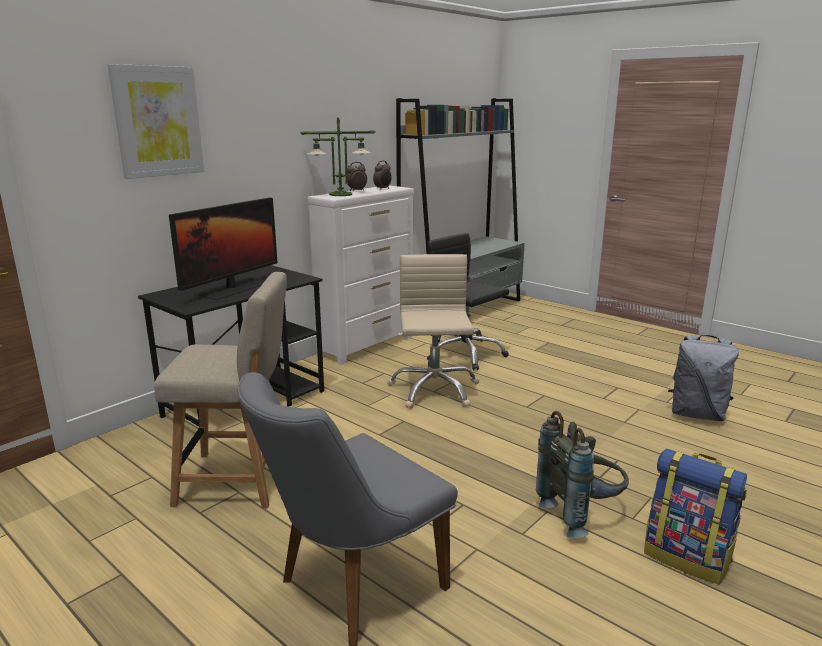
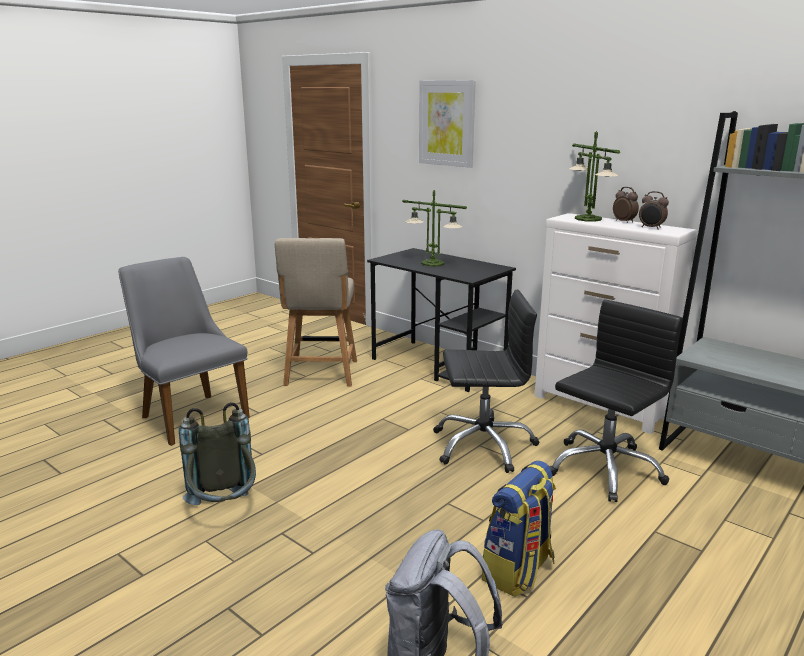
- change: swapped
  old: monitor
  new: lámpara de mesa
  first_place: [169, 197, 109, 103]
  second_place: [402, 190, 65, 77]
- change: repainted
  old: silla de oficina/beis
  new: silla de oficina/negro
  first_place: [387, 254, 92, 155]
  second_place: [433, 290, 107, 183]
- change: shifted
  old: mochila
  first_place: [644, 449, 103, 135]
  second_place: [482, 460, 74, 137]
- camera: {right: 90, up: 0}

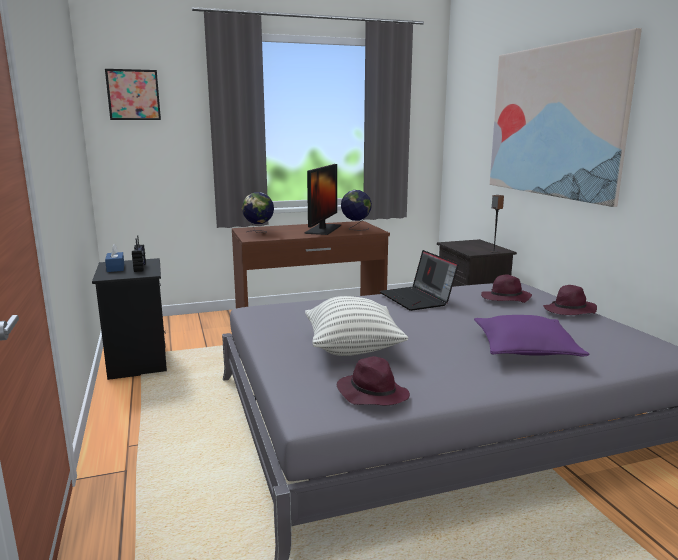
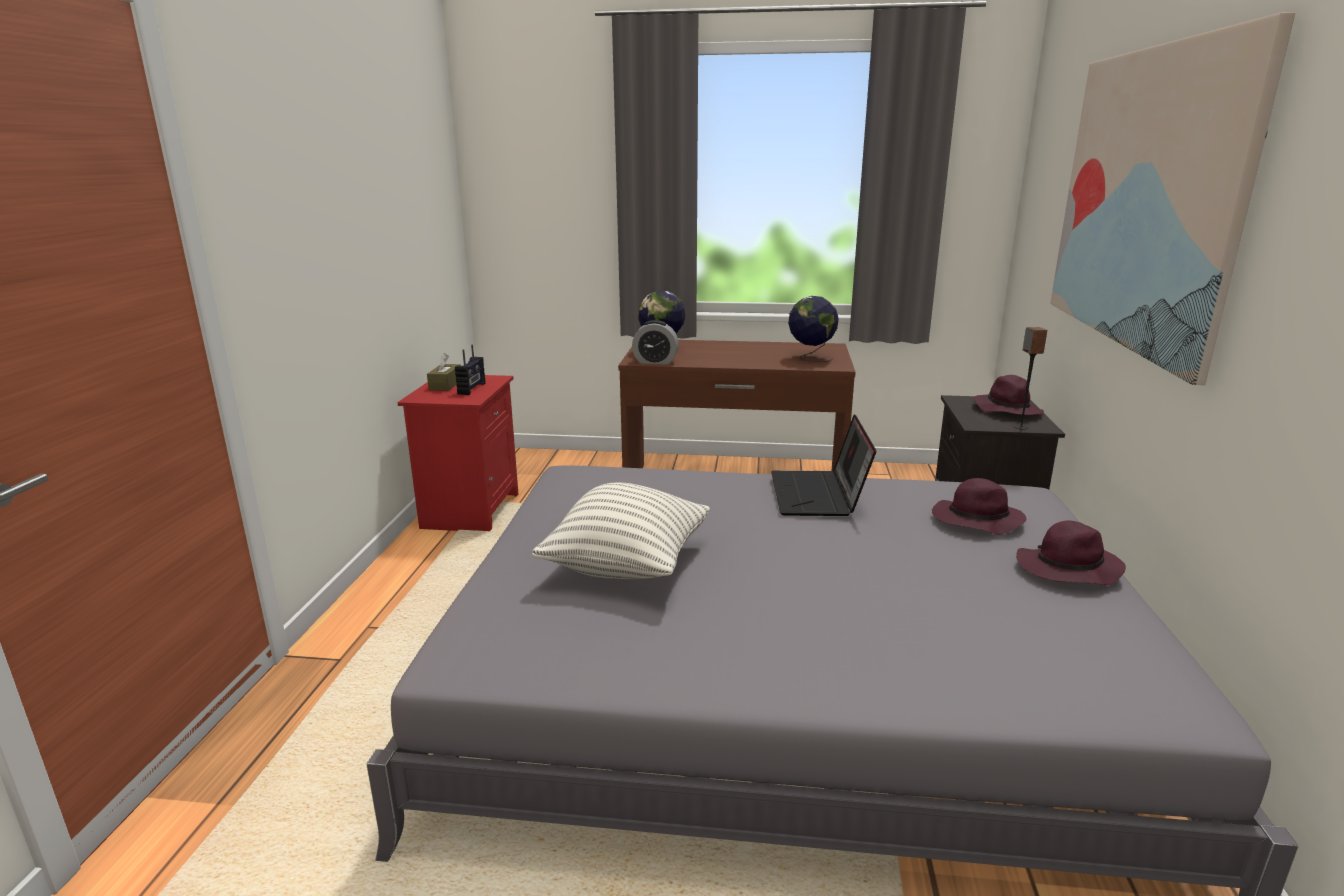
- change: repainted
  old: mesita de noche/negro
  new: mesita de noche/rojo
  first_place: [92, 258, 75, 122]
  second_place: [398, 375, 120, 156]
- change: repainted
  old: caja de pañuelos/azul
  new: caja de pañuelos/marrón
  first_place: [105, 244, 19, 28]
  second_place: [427, 353, 34, 38]
- change: new
  new: despertador
  second_place: [632, 320, 47, 44]
- change: shifted
  old: sombrero/morado
  first_place: [337, 356, 73, 49]
  second_place: [973, 375, 71, 40]
- change: gone
  old: cuadro
  first_place: [105, 69, 56, 51]
- change: gone
  old: monitor
  first_place: [305, 164, 36, 71]
- change: gone
  old: cojín/morado
  first_place: [474, 315, 115, 41]
- camera: {right: 25, up: 5}

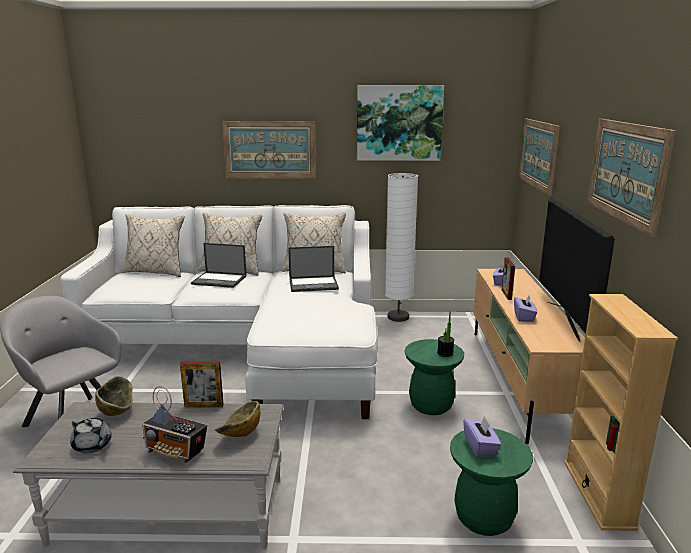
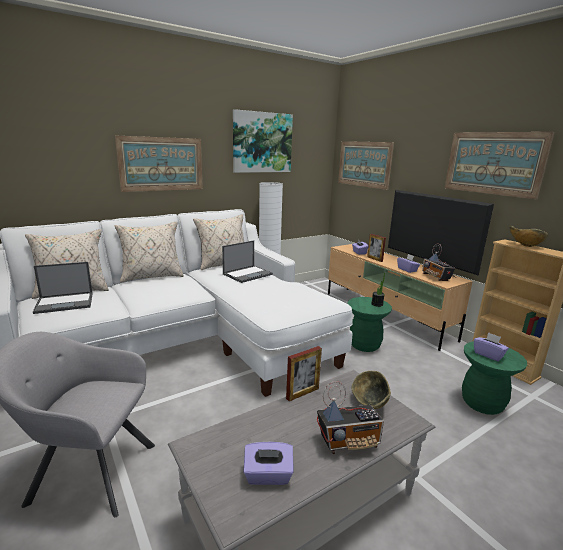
- change: shifted
  old: portátil
  first_place: [191, 243, 56, 45]
  second_place: [33, 262, 60, 52]
- change: swapped
  old: tetera/gris
  new: caja de pañuelos/morado
  first_place: [70, 418, 42, 35]
  second_place: [244, 442, 50, 43]
- change: new
  new: radio
  second_place: [422, 243, 33, 38]
- change: shifted
  old: cuenco
  first_place: [95, 376, 38, 40]
  second_place: [510, 226, 38, 21]
- camera: {right: -35, up: 0}

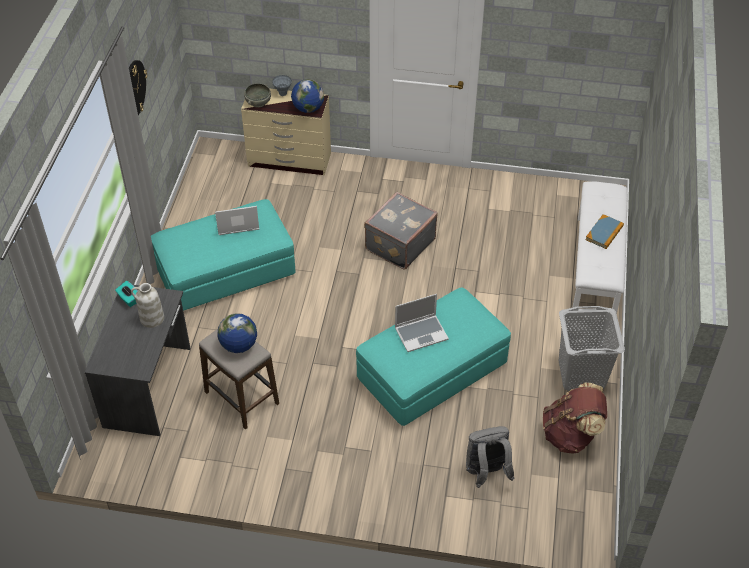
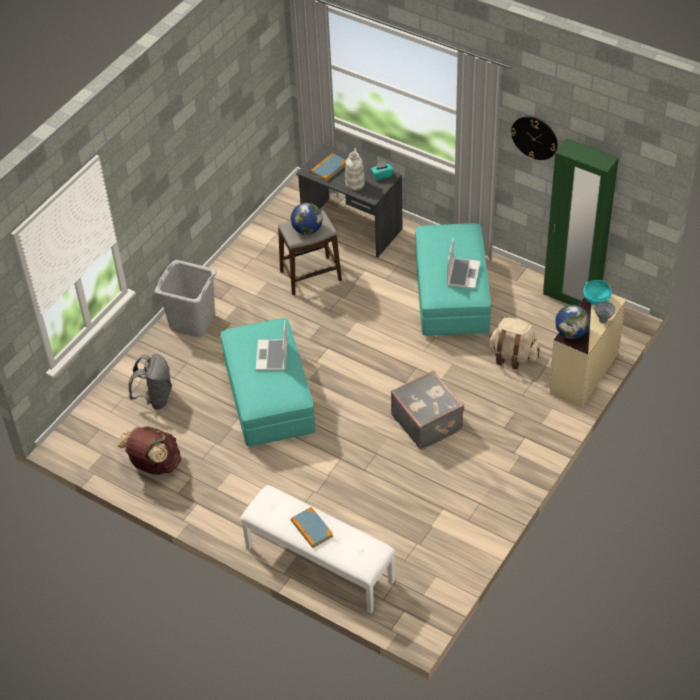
- change: shifted
  old: cesto de la ropa/gris
  first_place: [559, 306, 66, 85]
  second_place: [155, 260, 62, 77]
- change: new
  new: libro
  second_place: [310, 153, 36, 29]
- change: new
  new: mochila/beis
  second_place: [489, 318, 51, 51]
- change: new
  new: armario ropero/verde
  second_place: [543, 138, 76, 167]
- change: repainted
  old: cuenco/gris
  new: cuenco/turquesa
  first_place: [244, 83, 27, 25]
  second_place: [583, 280, 28, 25]
- camera: {right: 115, up: 0}

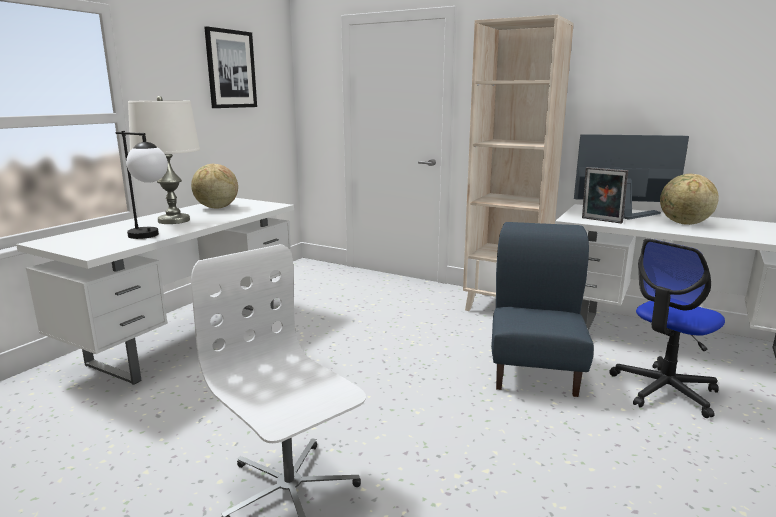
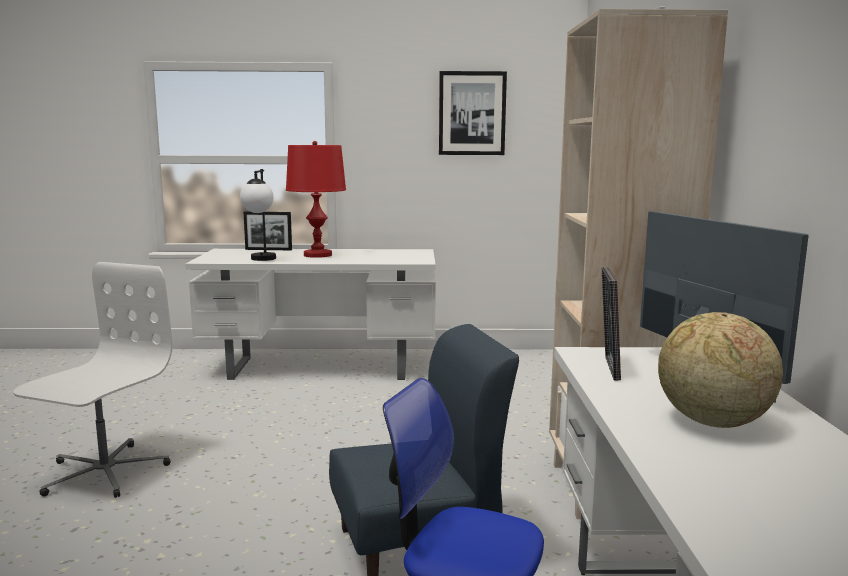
- change: new
  new: portarretratos
  second_place: [244, 212, 48, 38]
- change: repainted
  old: lámpara de mesa/blanco
  new: lámpara de mesa/rojo
  first_place: [128, 96, 72, 128]
  second_place: [286, 141, 60, 117]
- change: gone
  old: globo terráqueo
  first_place: [191, 164, 47, 44]
- camera: {right: 60, up: -5}

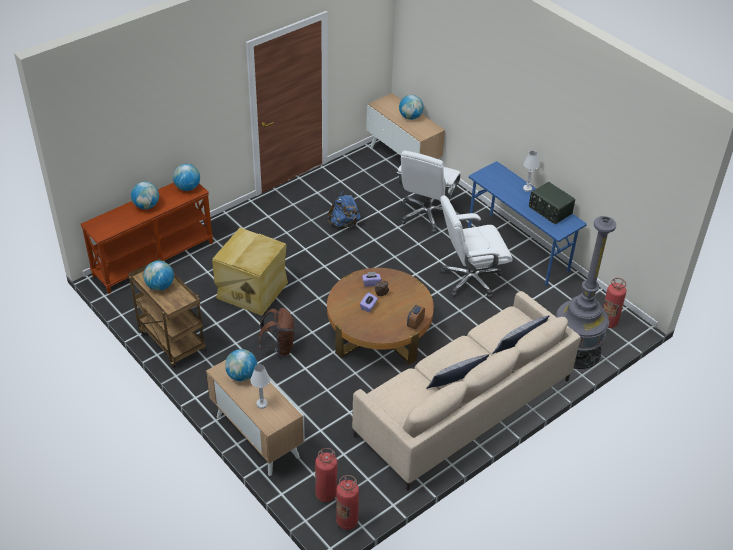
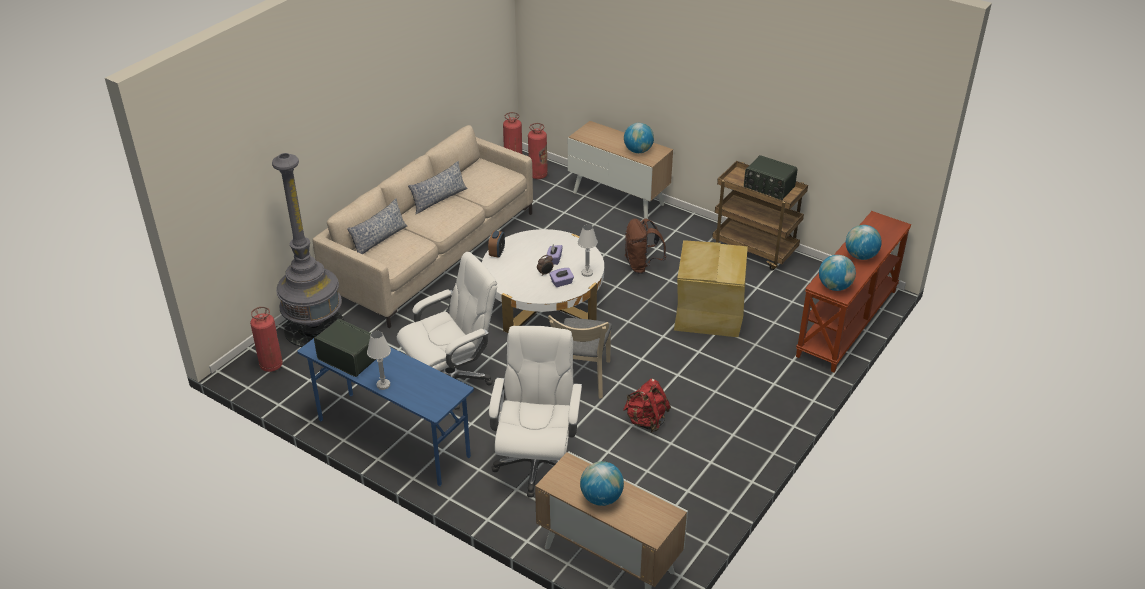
- change: repainted
  old: mesa de centro/marrón
  new: mesa de centro/blanco
  first_place: [327, 268, 107, 97]
  second_place: [482, 229, 122, 104]
- change: new
  new: silla/beis
  second_place: [548, 315, 64, 84]
- change: shifted
  old: lámpara de mesa/blanco
  first_place: [250, 364, 20, 45]
  second_place: [578, 224, 20, 53]
- change: repainted
  old: mochila/azul
  new: mochila/rojo
  first_place: [327, 191, 34, 37]
  second_place: [623, 379, 48, 54]
- change: swapped
  old: globo terráqueo
  new: radio
  first_place: [143, 261, 31, 30]
  second_place: [744, 155, 53, 45]
- camera: {right: 165, up: -5}

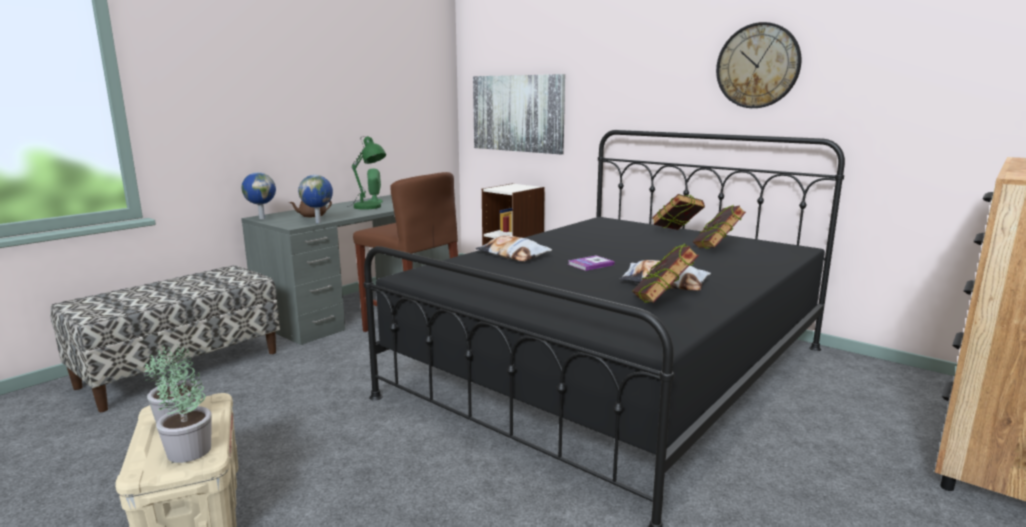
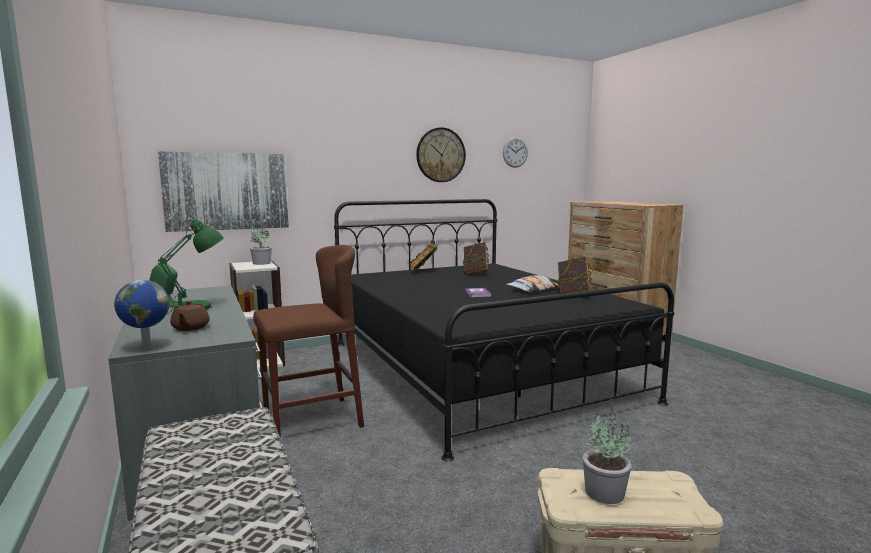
- change: shifted
  old: planta en maceta
  first_place: [156, 365, 56, 98]
  second_place: [250, 227, 22, 38]
- change: new
  new: reloj de pared
  second_place: [503, 137, 25, 31]
- change: gone
  old: globo terráqueo
  first_place: [298, 175, 35, 48]
- change: gone
  old: cojín
  first_place: [475, 235, 77, 26]
- camera: {right: -65, up: -5}

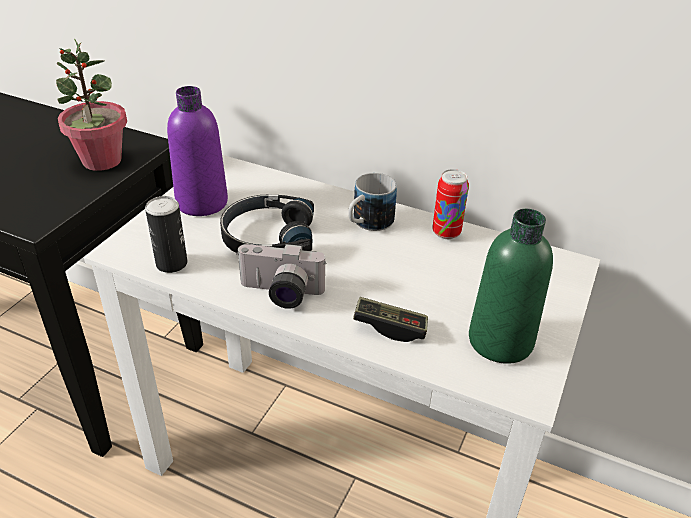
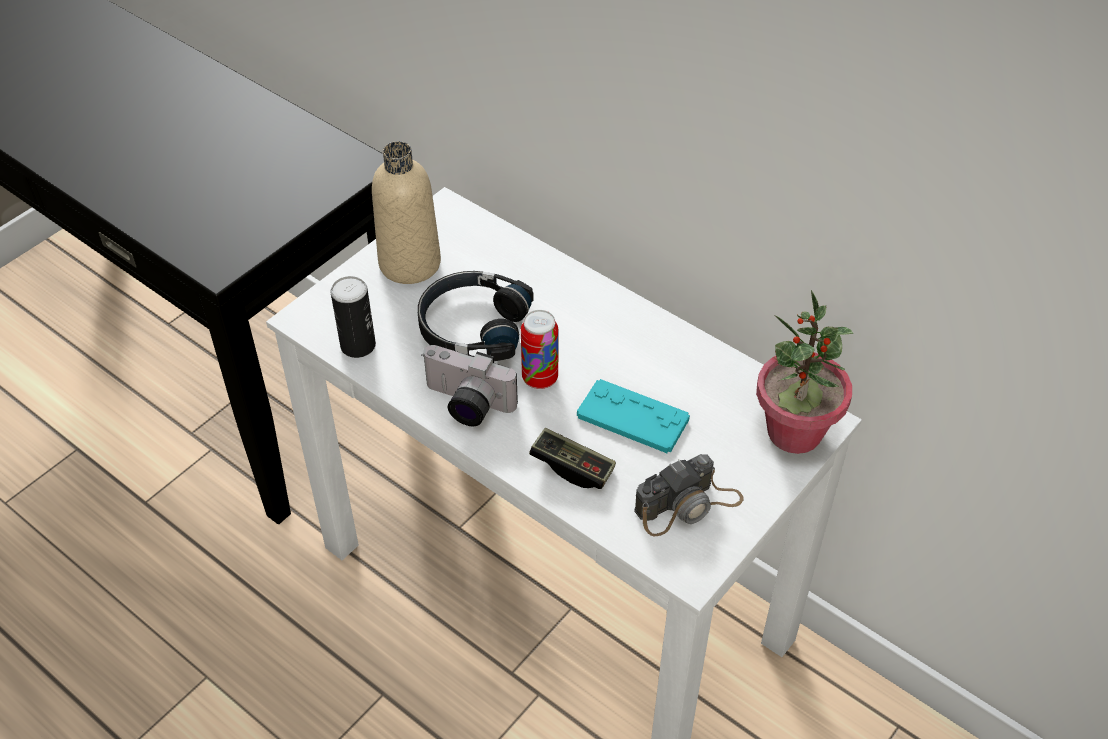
- change: repainted
  old: botella/morado
  new: botella/beis
  first_place: [167, 86, 61, 130]
  second_place: [372, 141, 69, 143]
- change: shifted
  old: lata
  first_place: [432, 169, 37, 70]
  second_place: [521, 310, 37, 79]
- change: new
  new: mando de consola/turquesa
  second_place: [577, 379, 113, 74]
- change: swapped
  old: botella/verde
  new: cámara
  first_place: [469, 209, 84, 155]
  second_place: [634, 454, 110, 83]
- change: shifted
  old: planta en maceta
  first_place: [56, 38, 71, 133]
  second_place: [756, 290, 97, 164]
- change: gone
  old: taza grande
  first_place: [348, 173, 49, 58]
- camera: {right: 15, up: 10}

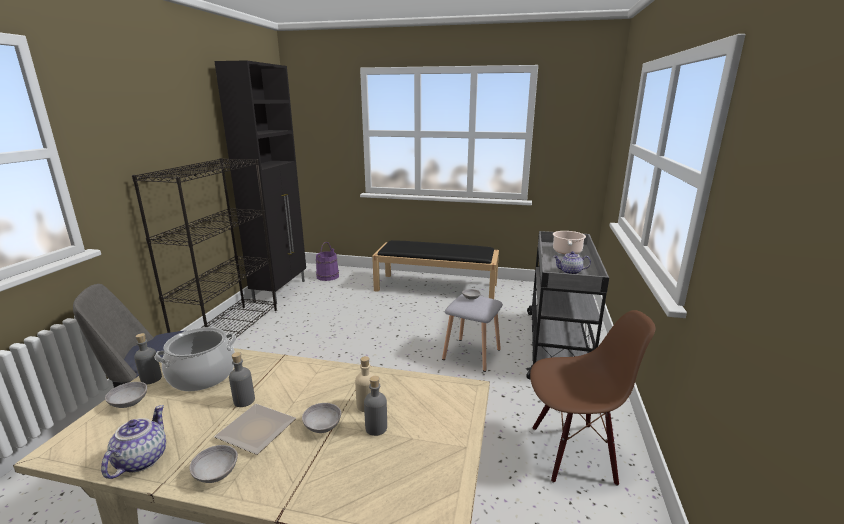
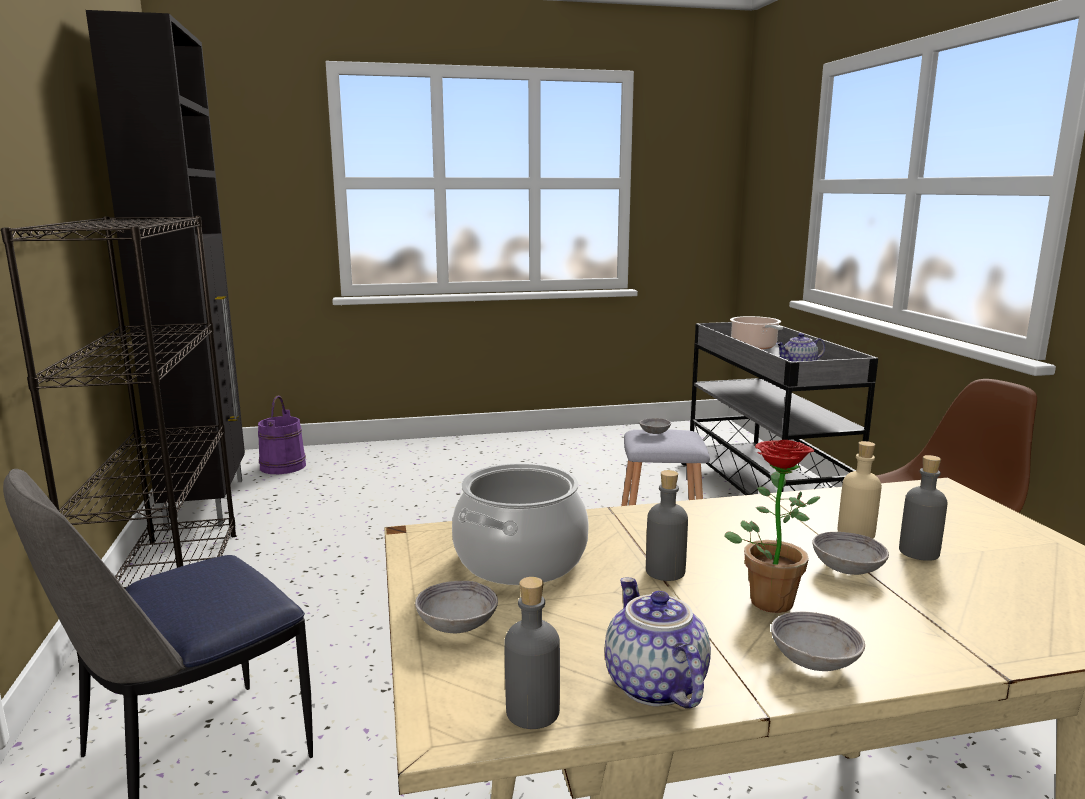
- change: shifted
  old: botella/gris
  first_place: [134, 333, 28, 51]
  second_place: [505, 577, 55, 152]
- change: swapped
  old: plato
  new: planta en maceta
  first_place: [214, 404, 82, 51]
  second_place: [724, 440, 97, 173]
- change: gone
  old: banco/negro
  first_place: [372, 240, 127, 59]
- camera: {right: -25, up: -5}

